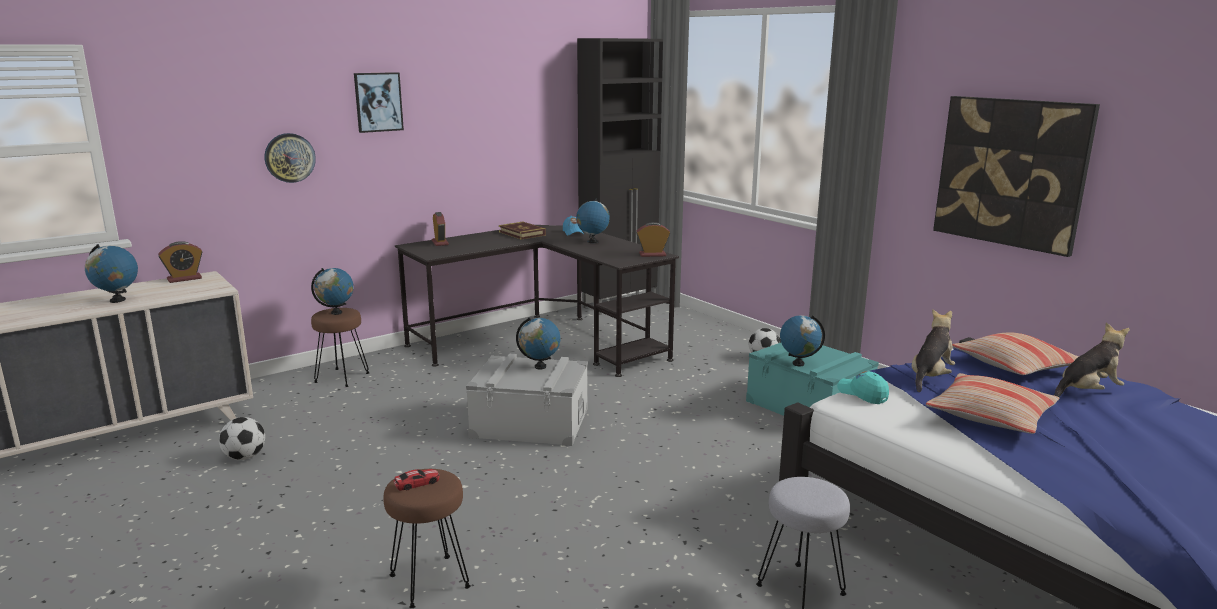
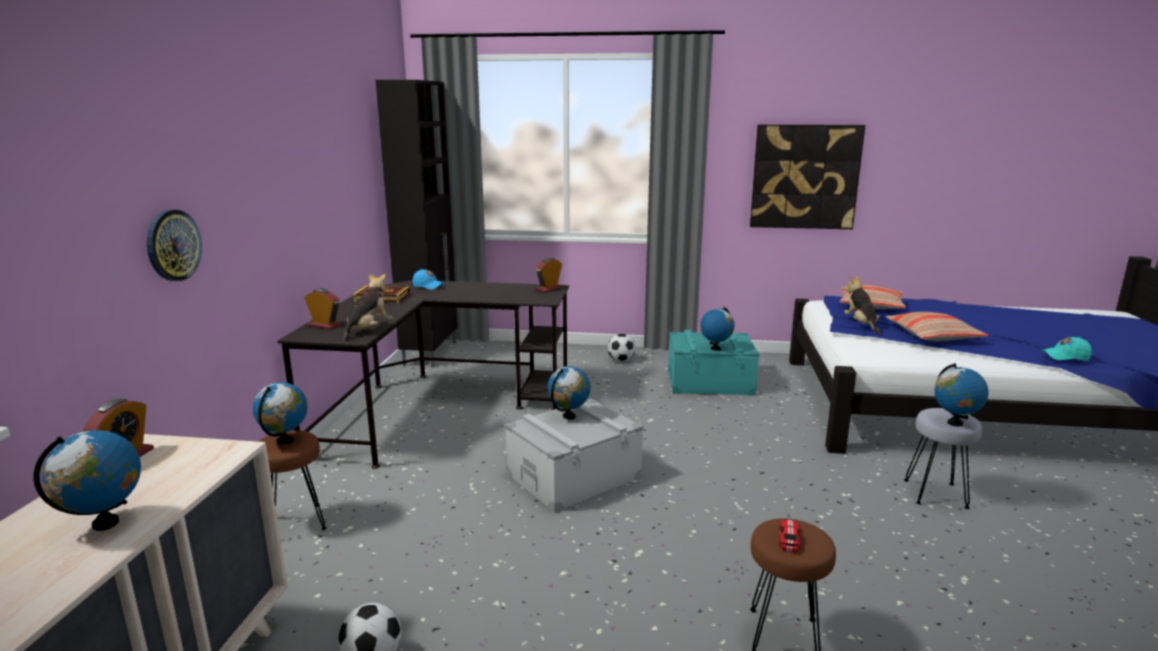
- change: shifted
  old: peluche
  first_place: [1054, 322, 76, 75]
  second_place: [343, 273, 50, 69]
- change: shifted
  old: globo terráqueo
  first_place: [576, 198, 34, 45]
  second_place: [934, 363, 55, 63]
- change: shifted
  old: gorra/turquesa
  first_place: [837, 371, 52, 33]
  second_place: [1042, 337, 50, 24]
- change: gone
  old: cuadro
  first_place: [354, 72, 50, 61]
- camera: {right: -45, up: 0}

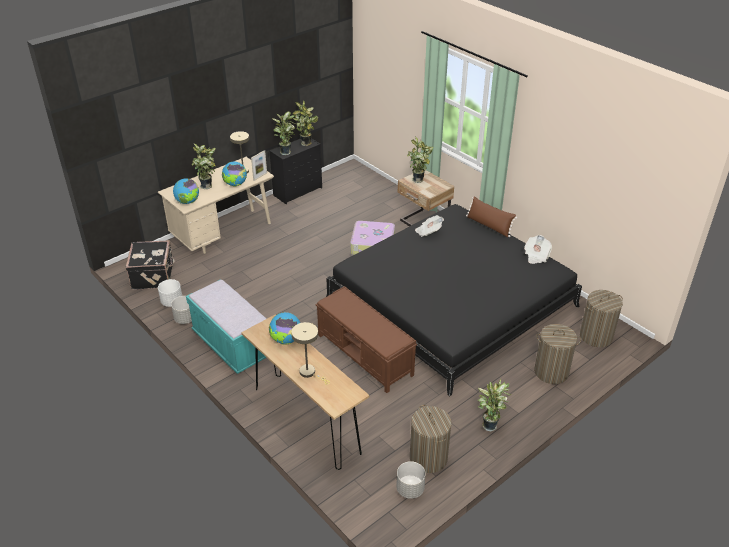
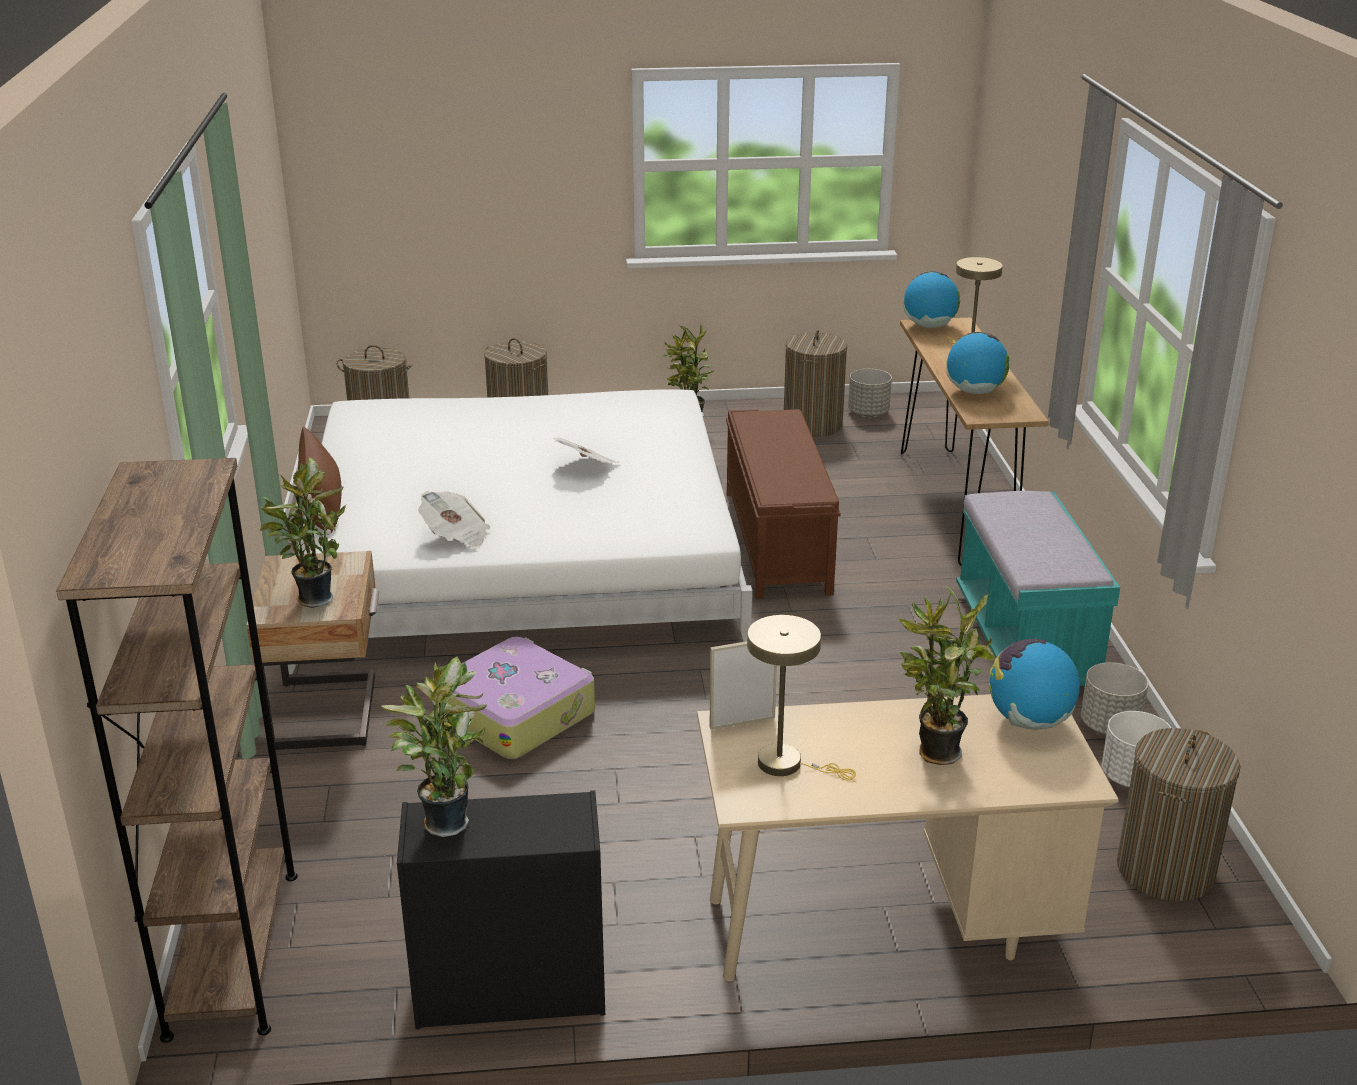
- change: new
  new: estantería/marrón
  second_place: [56, 458, 242, 585]
- change: repainted
  old: cama/negro
  new: cama/blanco
  first_place: [326, 204, 256, 192]
  second_place: [288, 390, 465, 284]
- change: shifted
  old: periódico
  first_place: [524, 235, 28, 29]
  second_place: [553, 438, 67, 26]
- change: shifted
  old: globo terráqueo
  first_place: [222, 162, 25, 24]
  second_place: [903, 271, 57, 57]
- change: swapped
  old: maleta/negro
  new: cesto de la ropa
  first_place: [126, 240, 49, 50]
  second_place: [1117, 728, 124, 174]
- change: gone
  old: planta en maceta
  first_place: [272, 111, 24, 44]
- camera: {right: -145, up: -10}

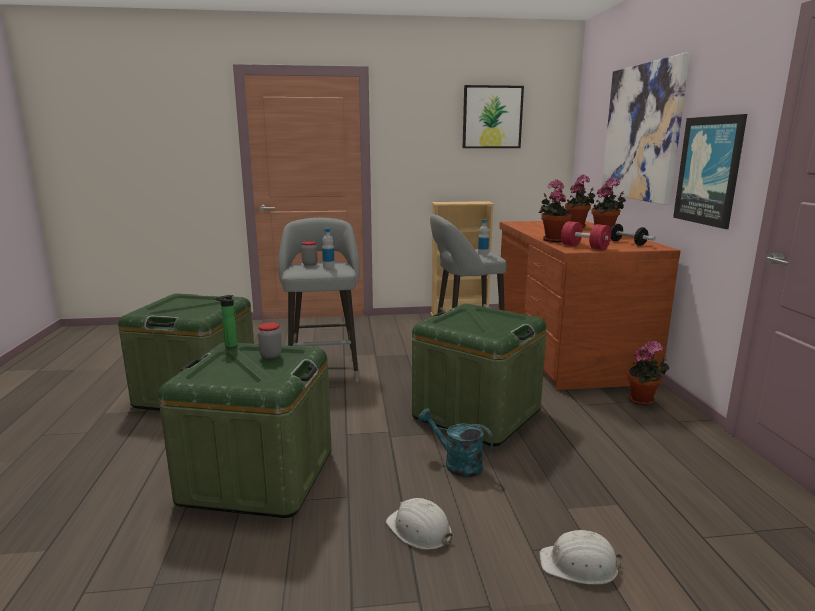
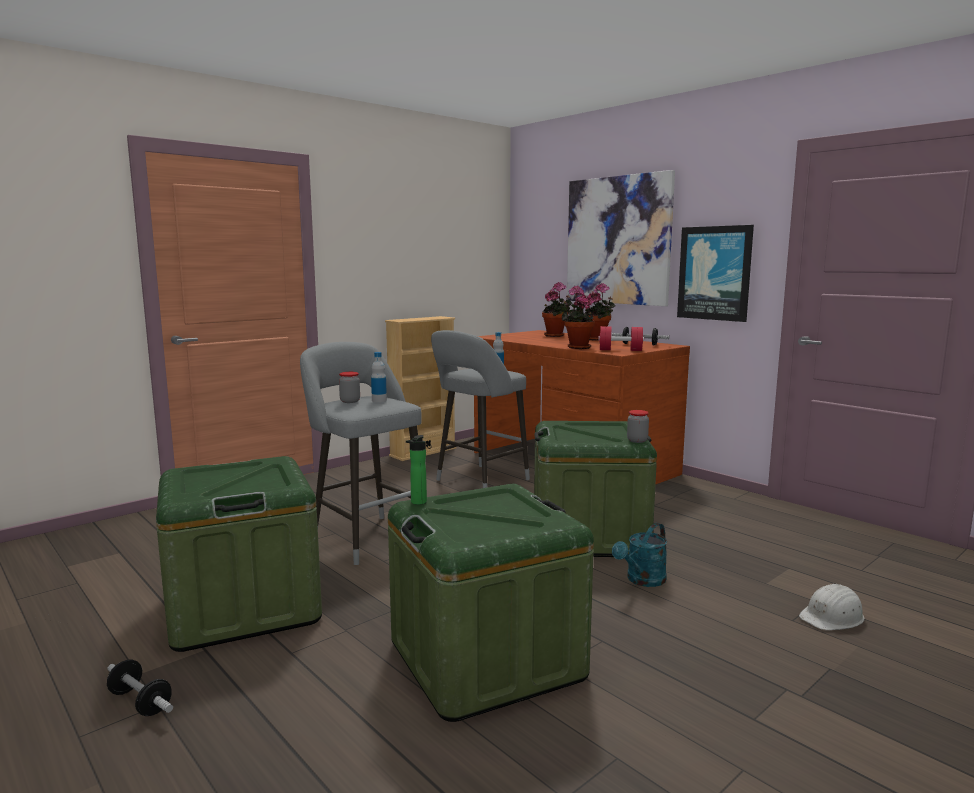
- change: new
  new: mancuerna
  second_place: [107, 660, 66, 56]
- change: rotated
  old: regadera/turquesa
  first_place: [418, 408, 75, 69]
  second_place: [612, 523, 55, 64]
  degrees: -45
- change: shifted
  old: tarro
  first_place: [258, 322, 24, 37]
  second_place: [627, 410, 22, 33]
- change: gone
  old: casco/blanco
  first_place: [386, 498, 67, 52]
- change: gone
  old: cuadro
  first_place: [463, 85, 61, 63]
- change: gone
  old: planta en maceta
  first_place: [628, 341, 41, 64]
- camera: {right: -35, up: -5}

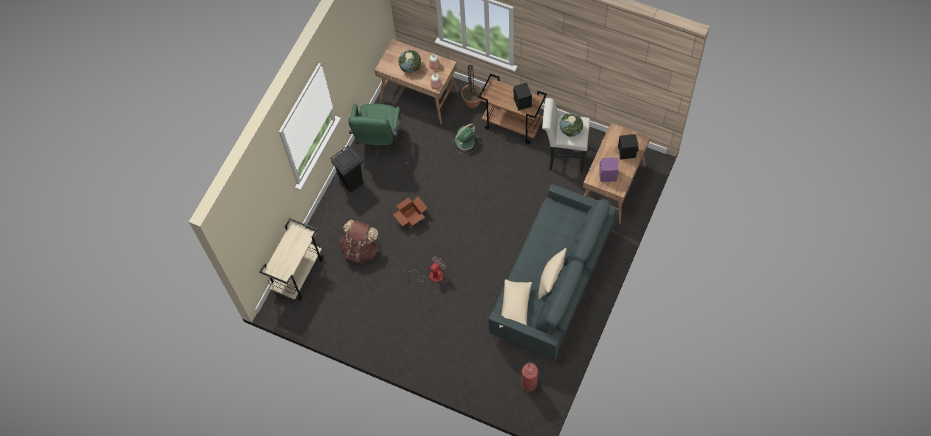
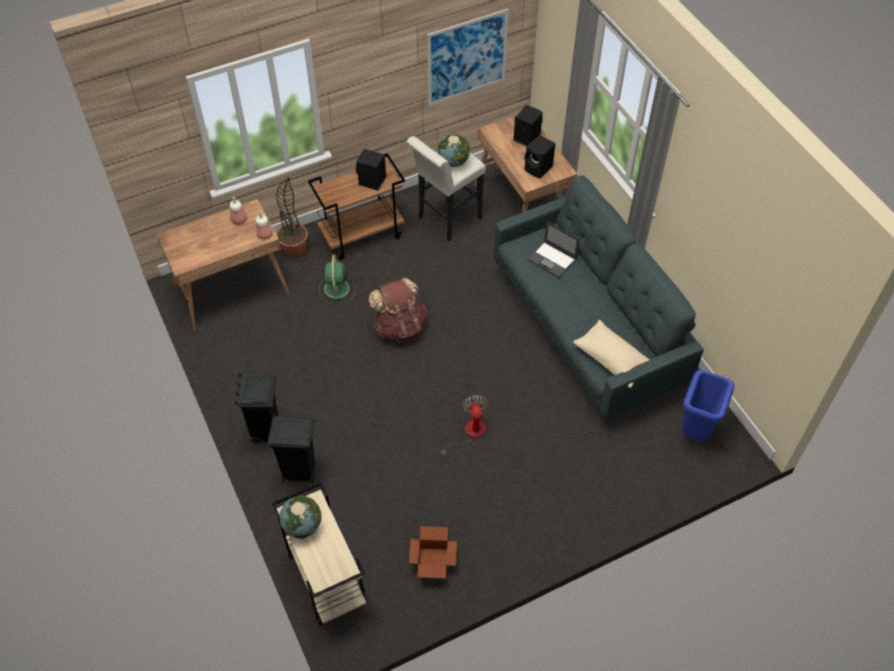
- change: new
  new: papelera/negro
  second_place: [267, 416, 48, 68]
- change: shifted
  old: globo terráqueo
  first_place: [398, 50, 23, 23]
  second_place: [280, 496, 41, 43]
- change: shifted
  old: mochila/marrón
  first_place: [340, 220, 38, 44]
  second_place: [369, 278, 59, 66]
- change: shifted
  old: caja de cartón
  first_place: [393, 197, 34, 30]
  second_place: [409, 526, 48, 53]
- change: new
  new: cuadro
  second_place: [427, 9, 82, 97]
- change: repainted
  old: altavoz/morado
  new: altavoz/negro
  first_place: [600, 158, 18, 24]
  second_place: [525, 135, 30, 44]
- change: new
  new: portátil
  second_place: [527, 221, 53, 57]
- change: swapped
  old: extintor
  new: papelera/azul
  first_place: [521, 362, 17, 29]
  second_place: [681, 370, 53, 72]
- change: gone
  old: silla de oficina/verde
  first_place: [348, 103, 56, 57]
- change: gone
  old: cojín/beis
  first_place: [538, 248, 28, 51]
- camera: {right: -55, up: -10}

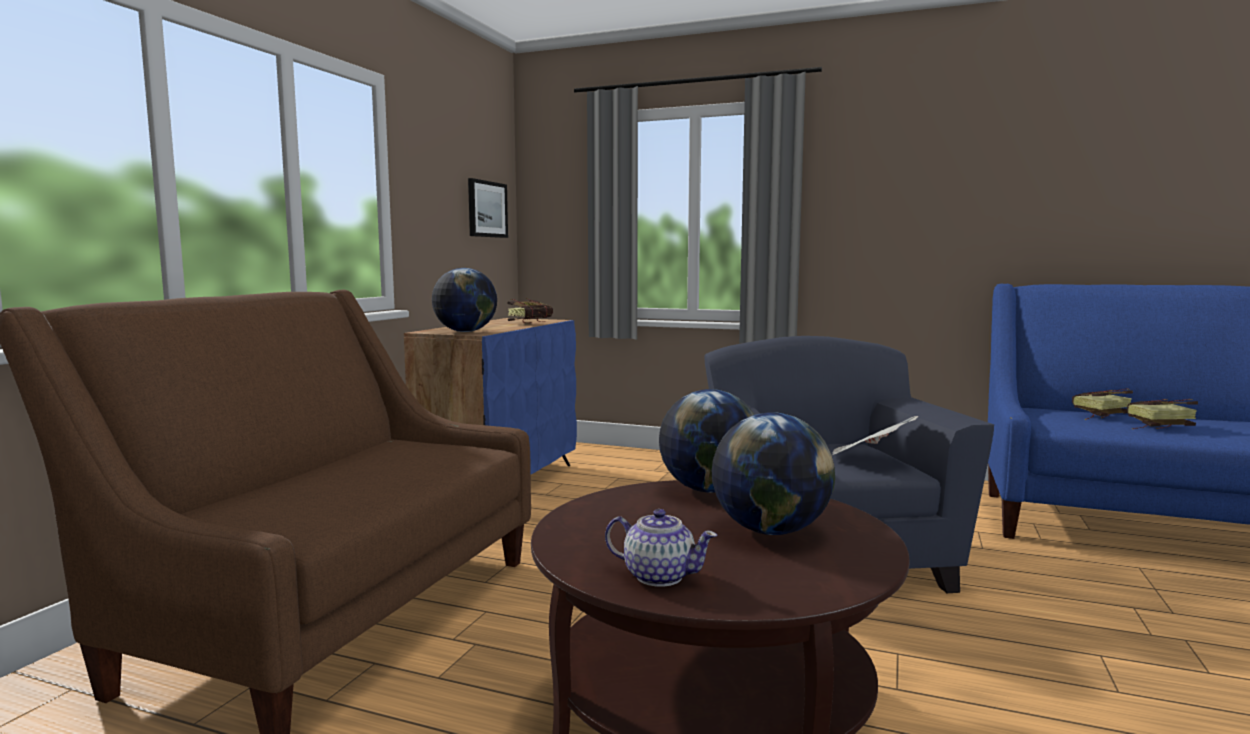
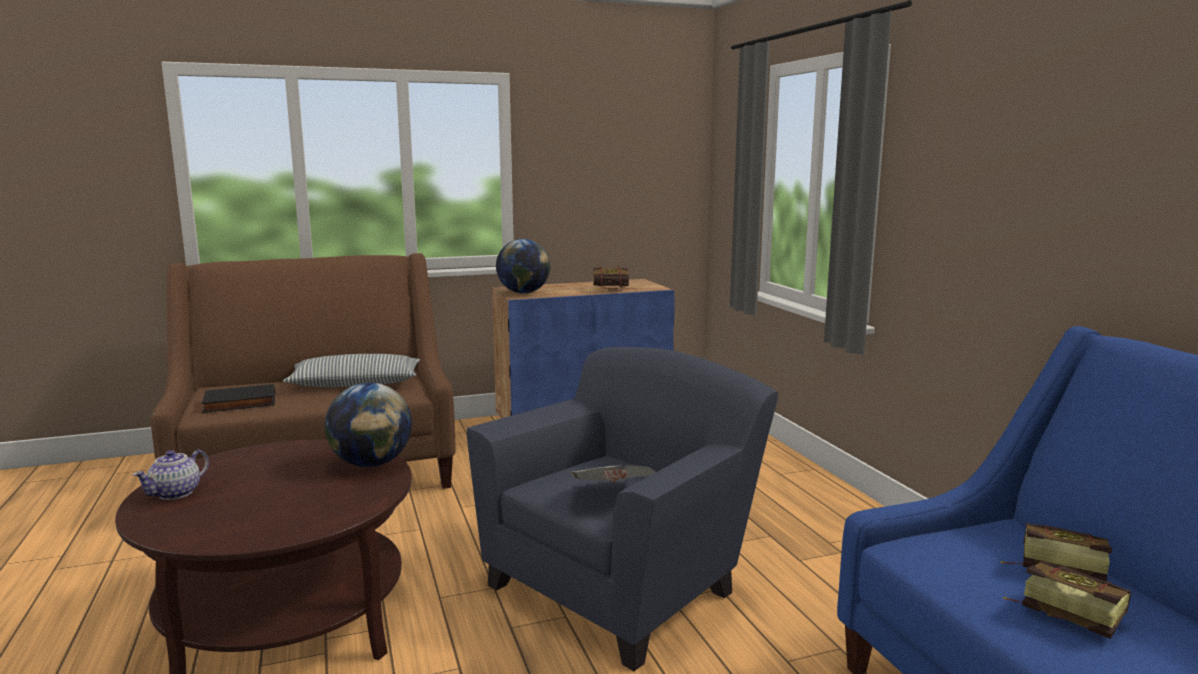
- change: rotated
  old: tetera
  first_place: [605, 509, 112, 78]
  second_place: [133, 449, 76, 51]
  degrees: 45
- change: new
  new: libro/negro
  second_place: [201, 384, 74, 29]
- change: new
  new: cojín
  second_place: [283, 354, 137, 33]
- change: gone
  old: cuadro
  first_place: [468, 178, 40, 60]
- change: gone
  old: globo terráqueo
  first_place: [712, 412, 123, 123]
- camera: {right: 50, up: 5}

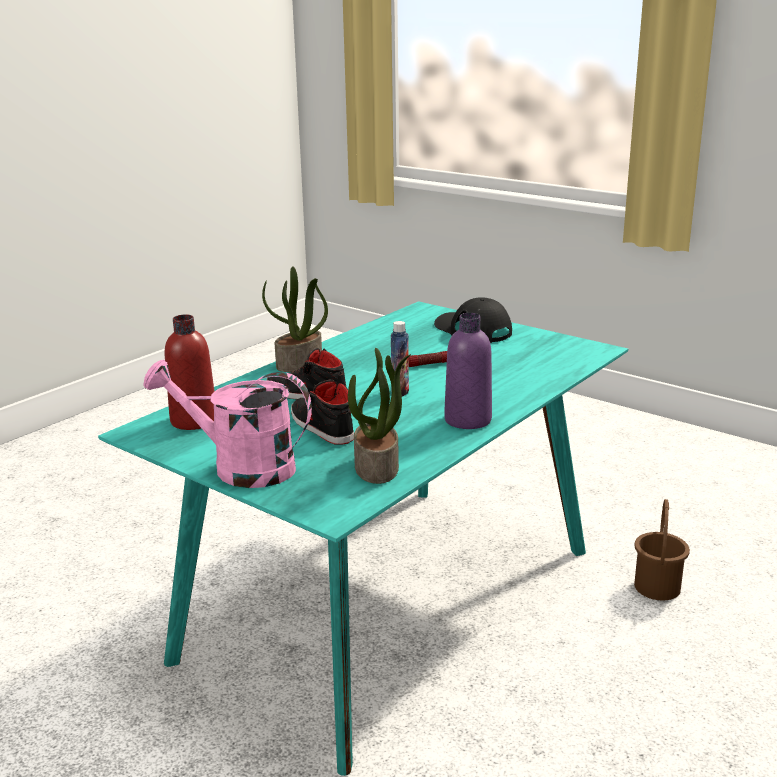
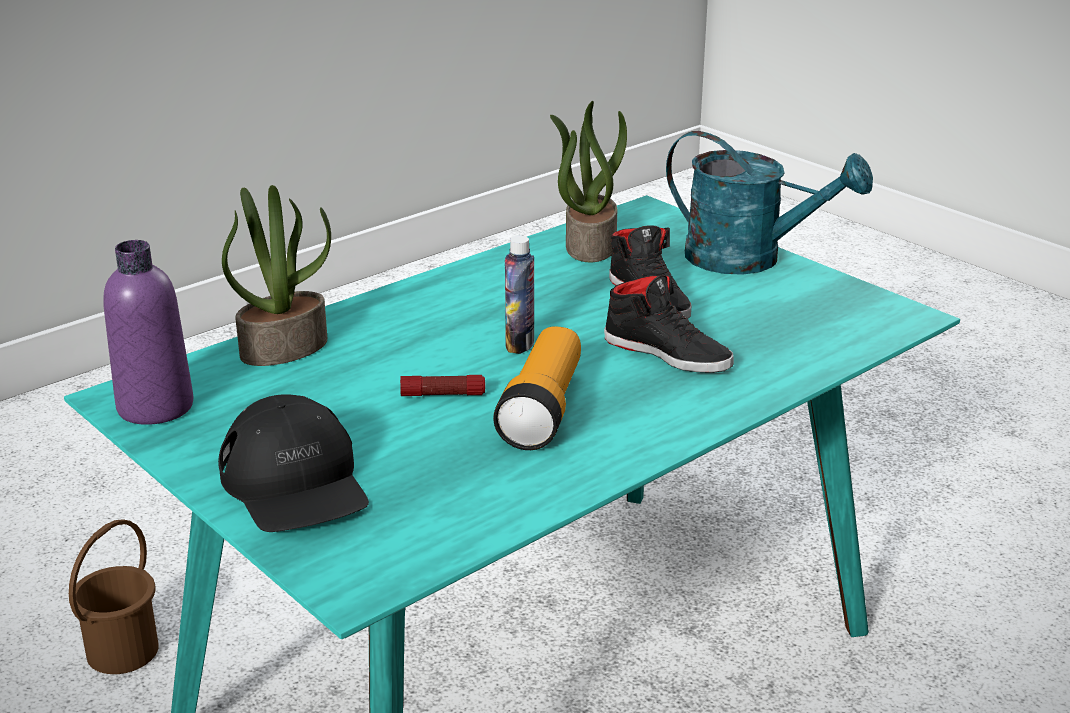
- change: shifted
  old: botella/morado
  first_place: [444, 313, 48, 116]
  second_place: [103, 240, 90, 185]
- change: shifted
  old: planta en maceta
  first_place: [262, 266, 66, 106]
  second_place: [222, 185, 109, 181]
- change: new
  new: linterna
  second_place: [493, 326, 88, 124]
- change: repainted
  old: regadera/rosa
  new: regadera/turquesa
  first_place: [143, 360, 169, 128]
  second_place: [666, 131, 207, 144]
- change: gone
  old: botella/rojo
  first_place: [165, 315, 49, 115]
- camera: {right: -170, up: 5}

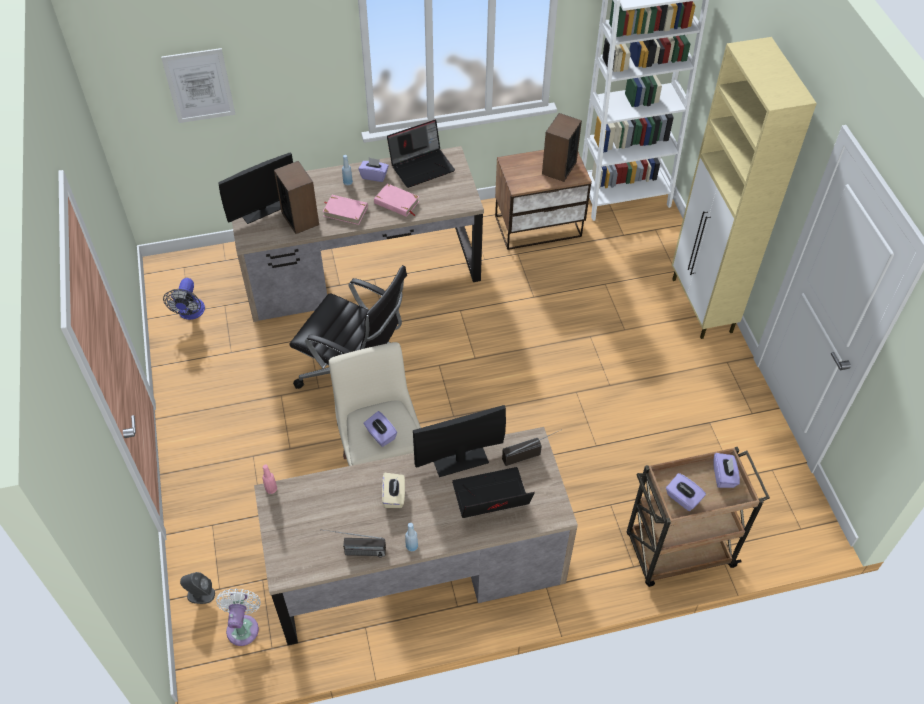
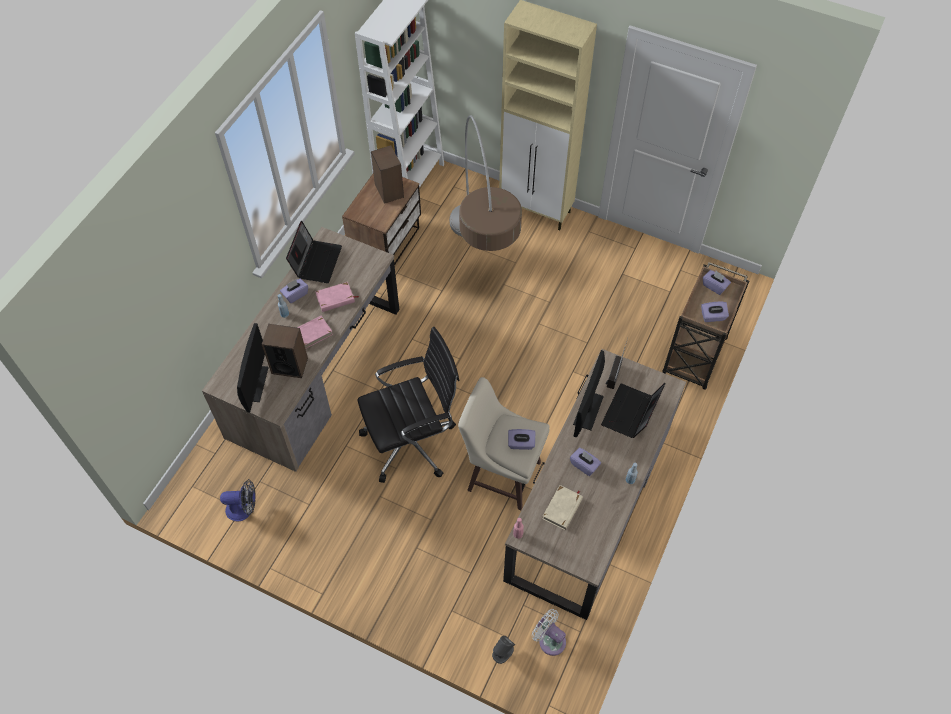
- change: rotated
  old: ventilador
  first_place: [163, 278, 42, 42]
  second_place: [220, 479, 36, 43]
  degrees: -45
- change: new
  new: lámpara de pie
  second_place: [449, 115, 73, 136]
- change: new
  new: libro/beis
  second_place: [542, 485, 41, 45]
- change: repainted
  old: caja de pañuelos/beis
  new: caja de pañuelos/morado
  first_place: [382, 473, 23, 35]
  second_place: [570, 448, 31, 28]
- change: gone
  old: cuadro
  first_place: [161, 48, 75, 75]
- change: gone
  old: radio
  first_place: [320, 529, 66, 29]
- camera: {right: -50, up: 5}

